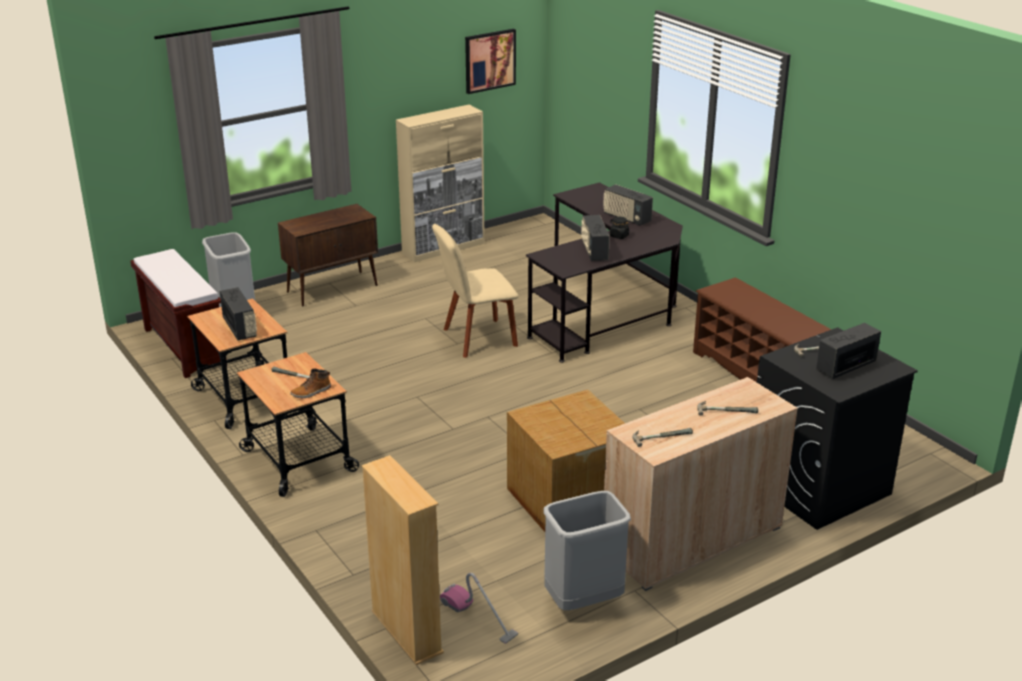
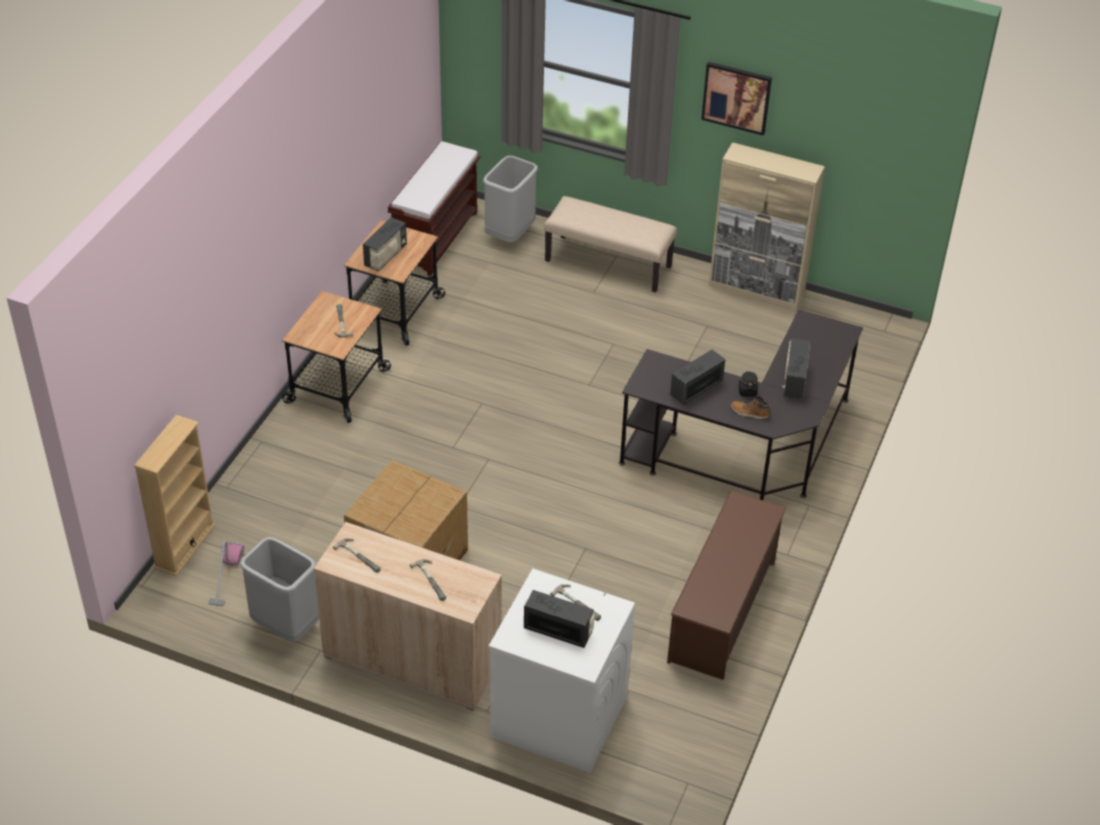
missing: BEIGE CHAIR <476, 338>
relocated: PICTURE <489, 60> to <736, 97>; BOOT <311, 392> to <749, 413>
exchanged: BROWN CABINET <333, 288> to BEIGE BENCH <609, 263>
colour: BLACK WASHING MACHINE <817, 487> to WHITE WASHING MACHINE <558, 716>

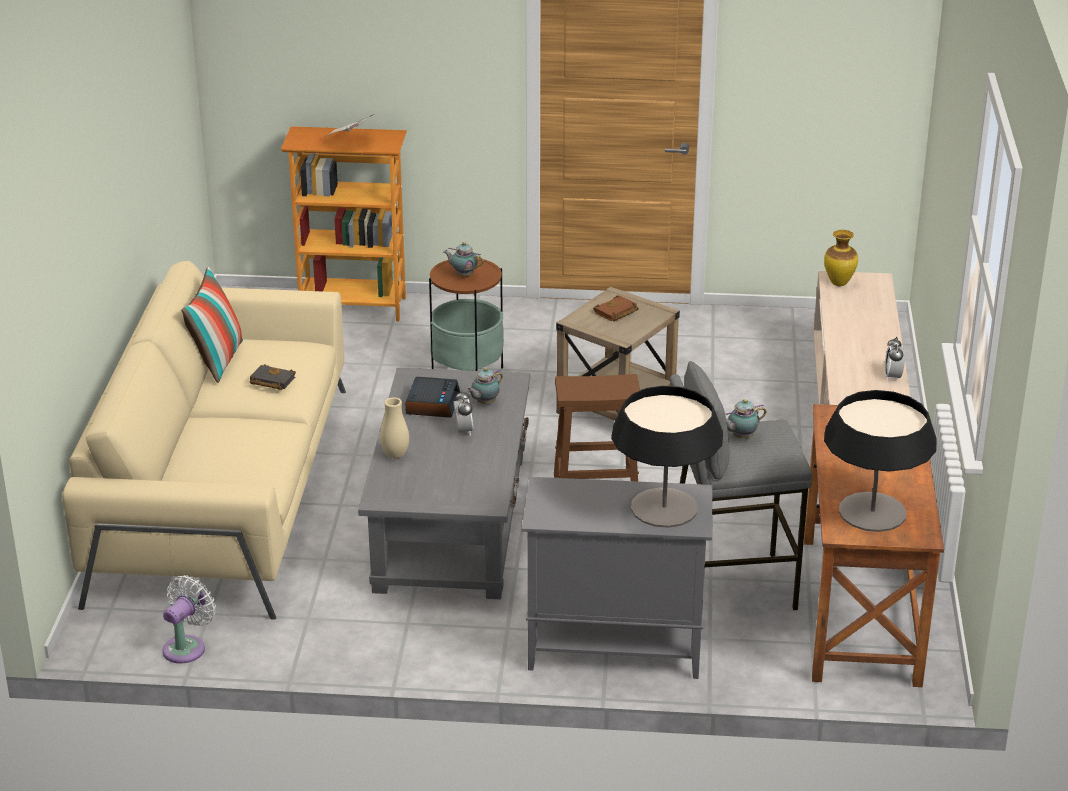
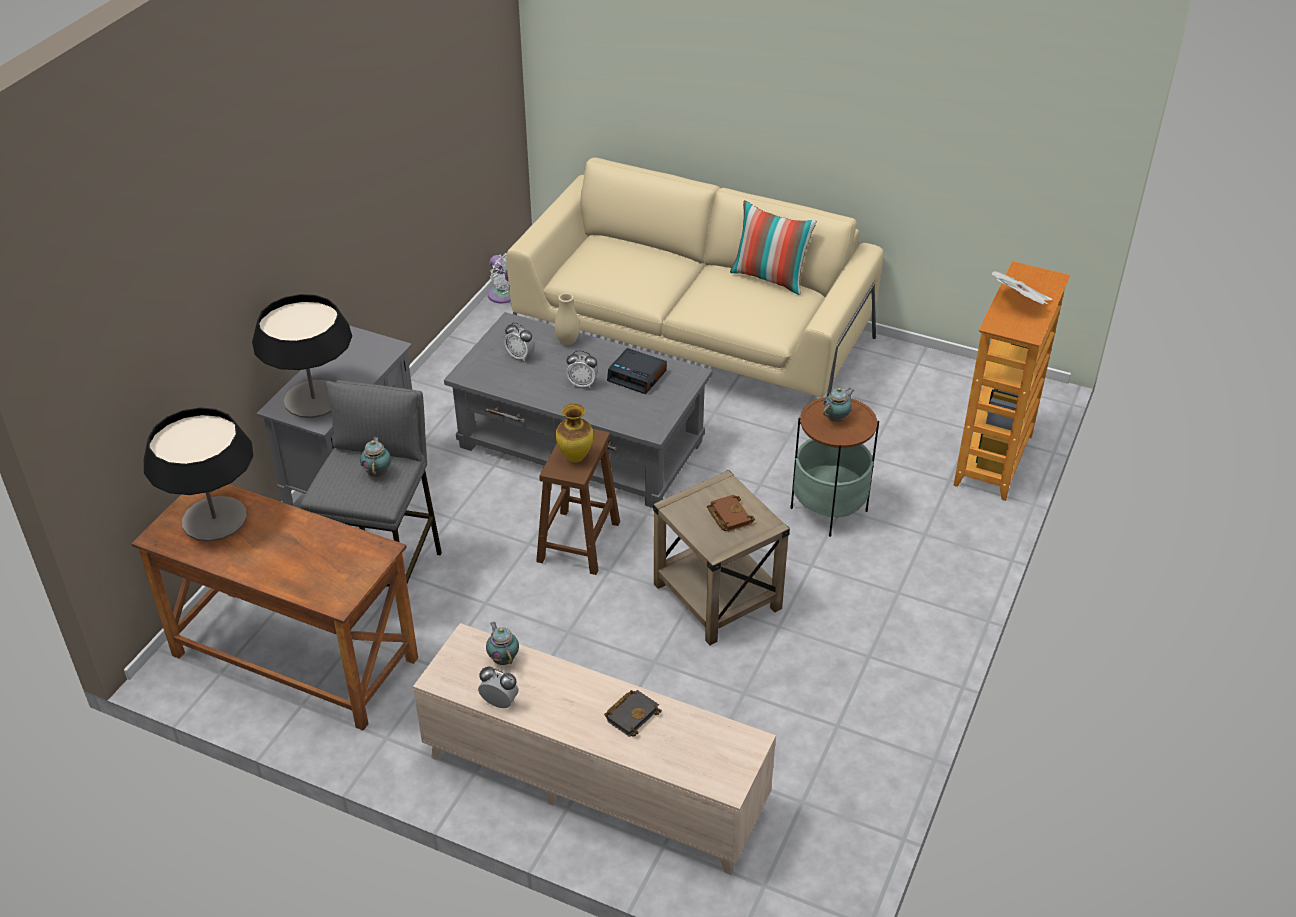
appeared: ALARM CLOCK <520, 356>
relocated: VASE <839, 283> to <576, 458>; BLACK BOOK <271, 381> to <632, 714>; TEAPOT <484, 403> to <503, 658>

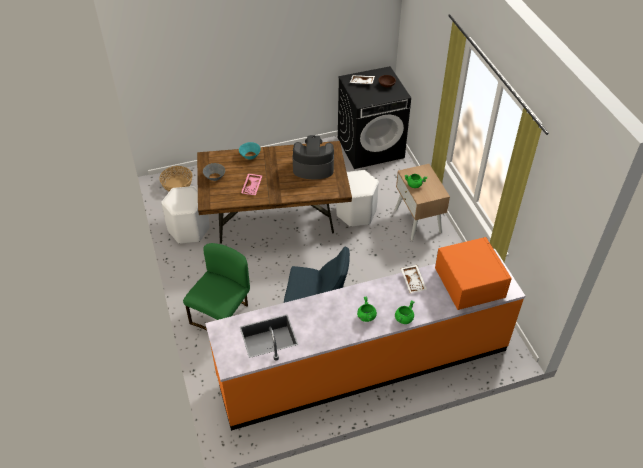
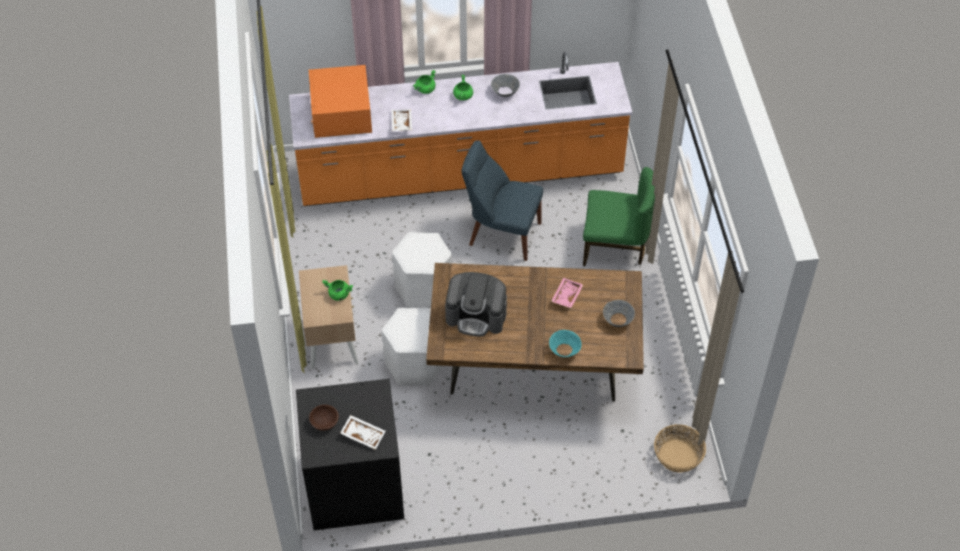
appeared: GREY BOWL <505, 92>
relocated: WHITE STOOL <188, 230> to <423, 288>
spun: GREEN CHAIR <222, 316> = <614, 247> 120 degrees counterclockwise

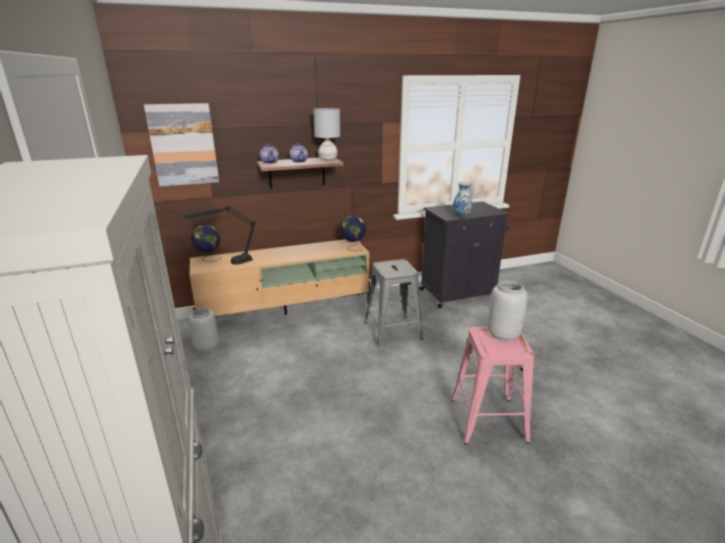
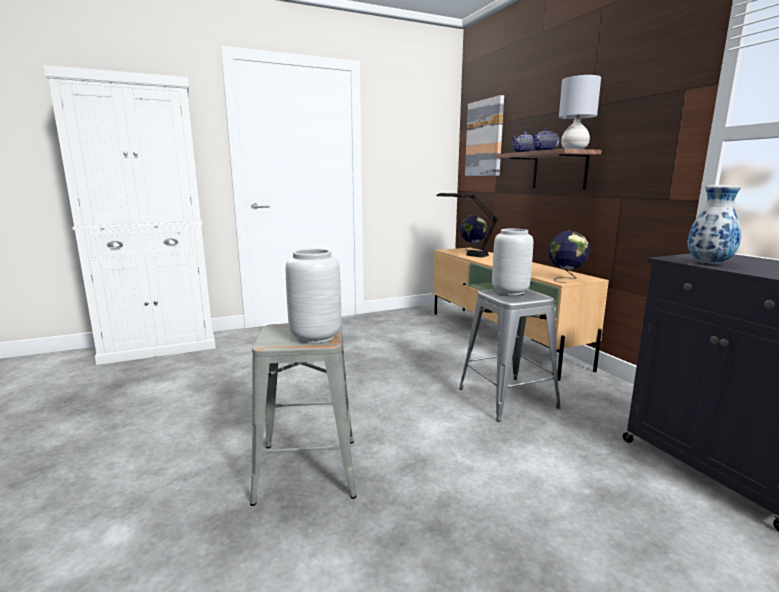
relocated: GREY VASE <206, 346> to <510, 292>
colour: PINK STOOL <487, 420> to GREY STOOL <307, 468>

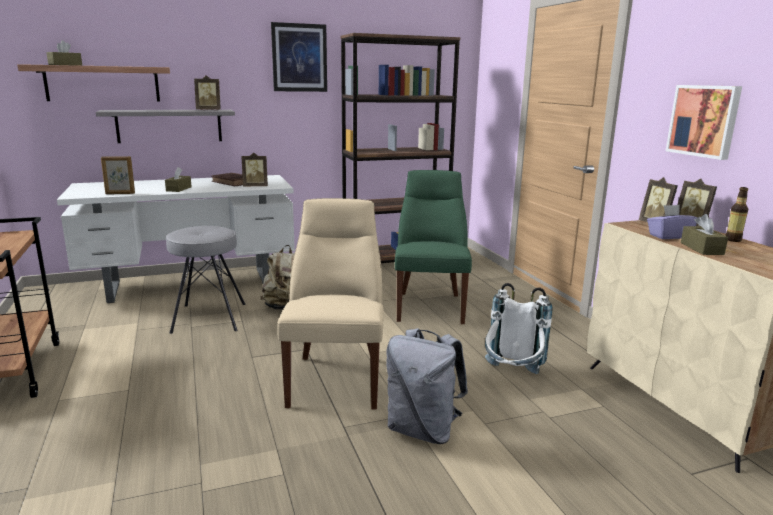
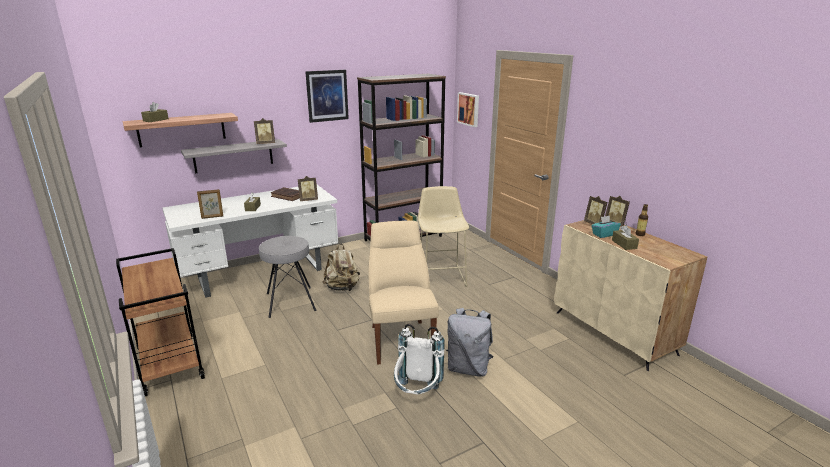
relocated: PICTURE <704, 121> to <469, 109>; WHITE BACKPACK <512, 377> to <417, 395>
exchanged: GREEN CHAIR <430, 306> to BEIGE STOOL <441, 275>
colour: PURPLE TISSUE BOX <669, 236> to TURQUOISE TISSUE BOX <604, 234>

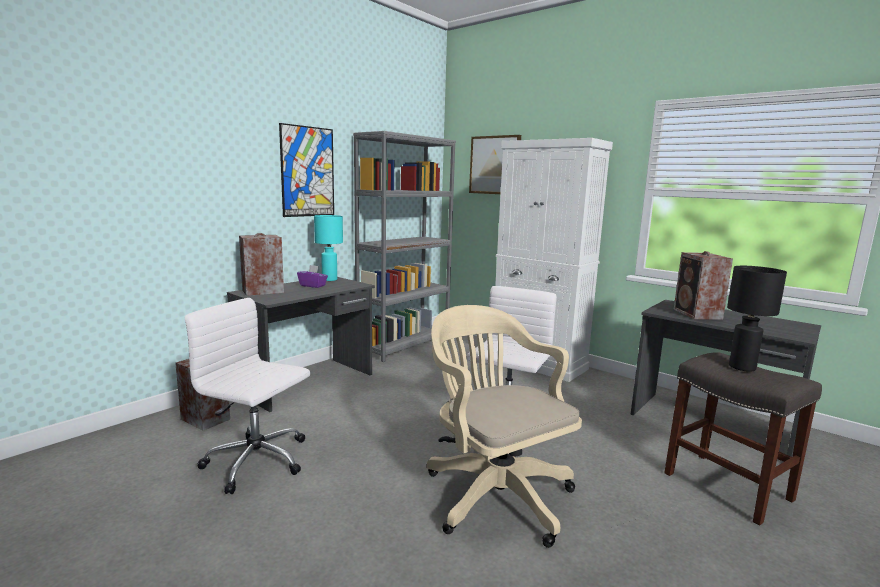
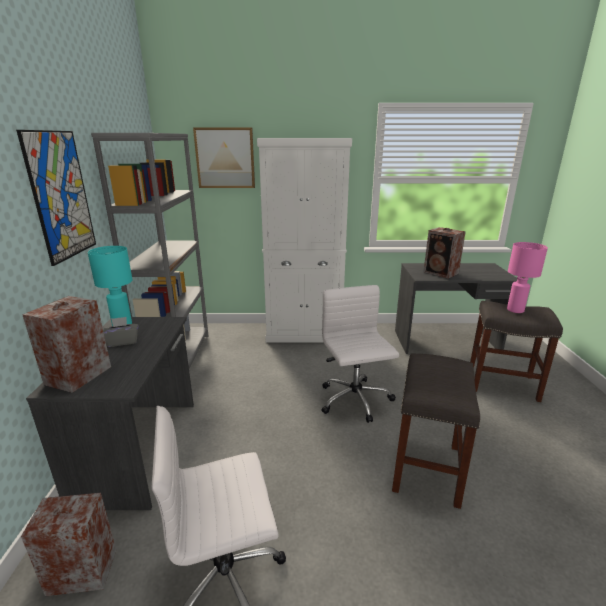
exchanged: BEIGE OFFICE CHAIR <493, 492> to GREY STOOL <426, 467>
colour: PURPLE TISSUE BOX <313, 285> to GREY TISSUE BOX <123, 341>; BLACK TABLE LAMP <741, 367> to PINK TABLE LAMP <514, 310>

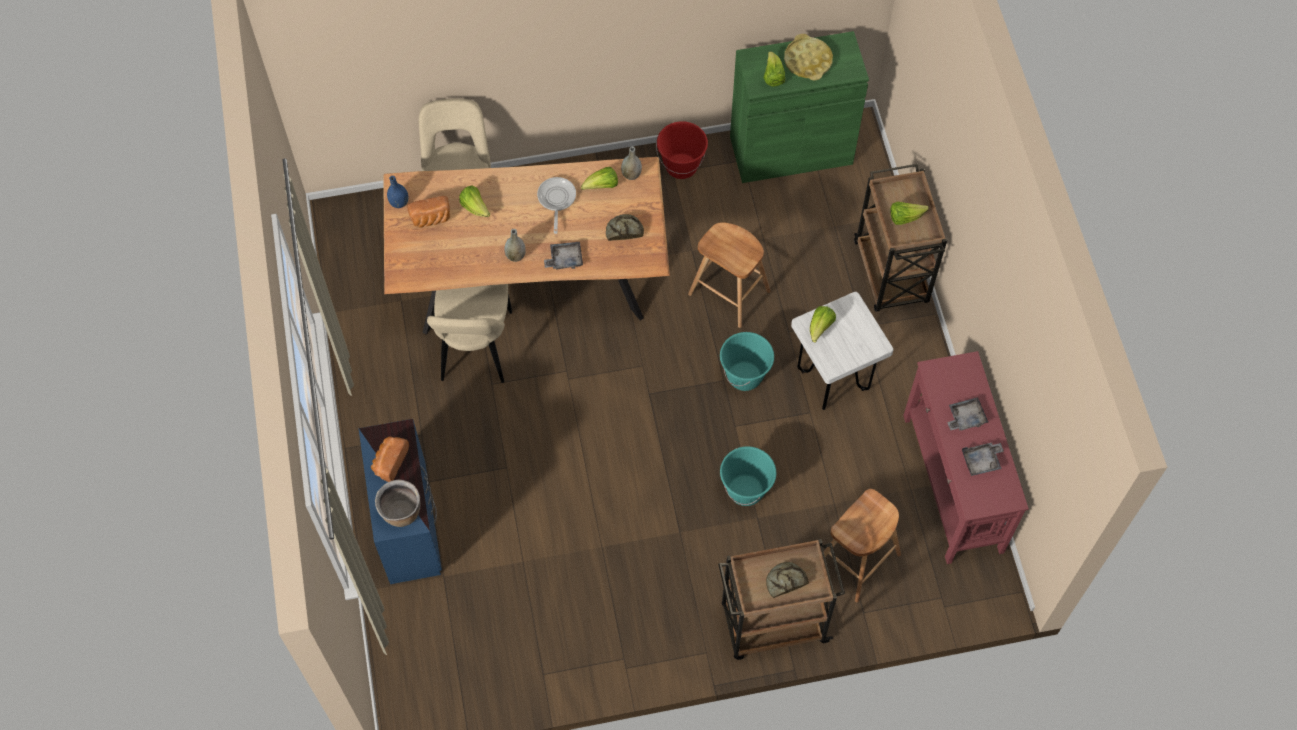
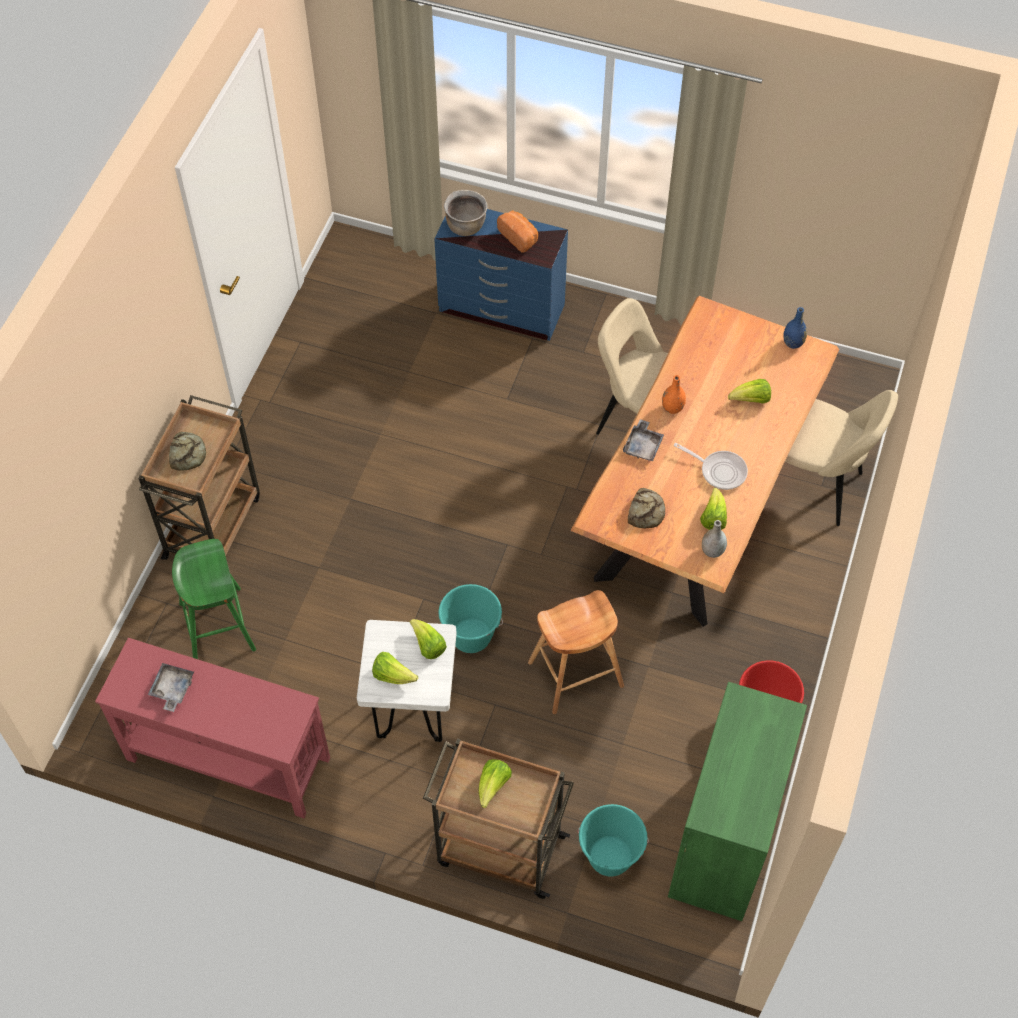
missing: YELLOW TRAY <808, 61>; BREAD <431, 219>; GREY TRAY <965, 418>
relocated: LETTUCE <773, 76> to <393, 675>; TURQUOISE BUCKET <746, 490> to <610, 857>
colour: GREY VASE <515, 256> to ORANGE VASE <672, 408>; BROWN STOOL <857, 560> to GREEN STOOL <217, 627>

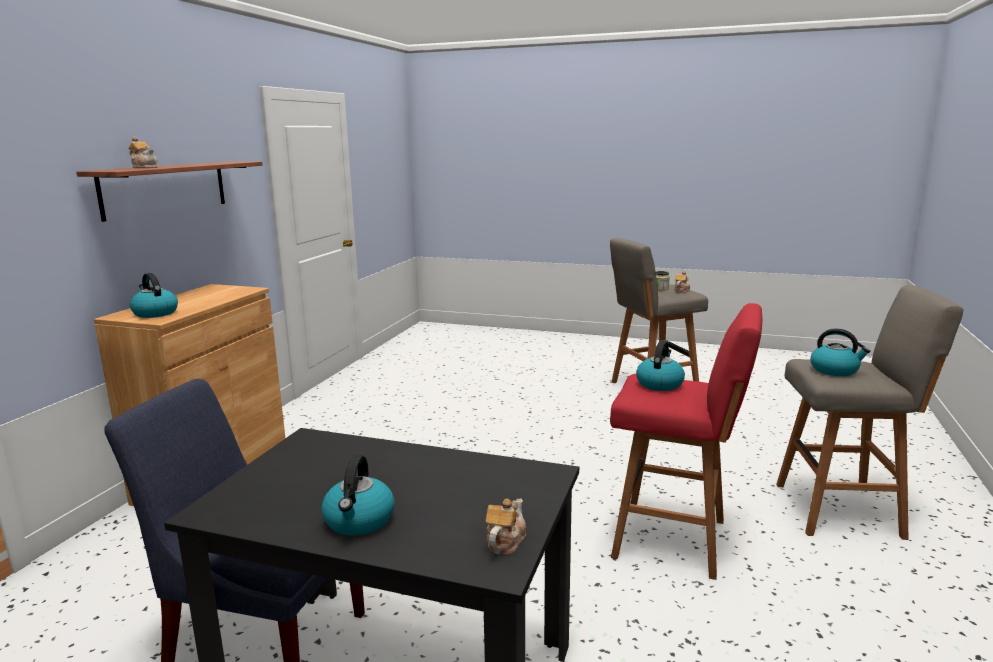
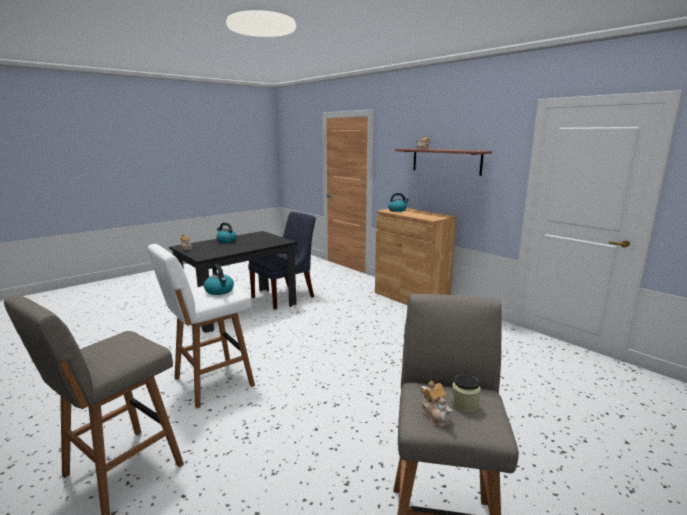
missing: KETTLE <835, 370>
colour: RED STOOL <675, 540> to WHITE STOOL <211, 383>

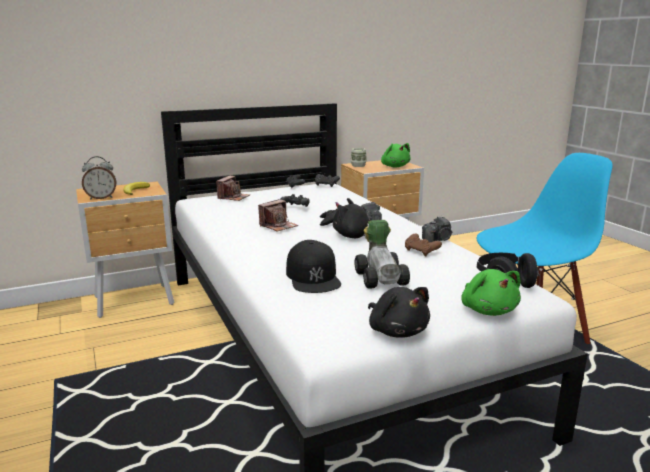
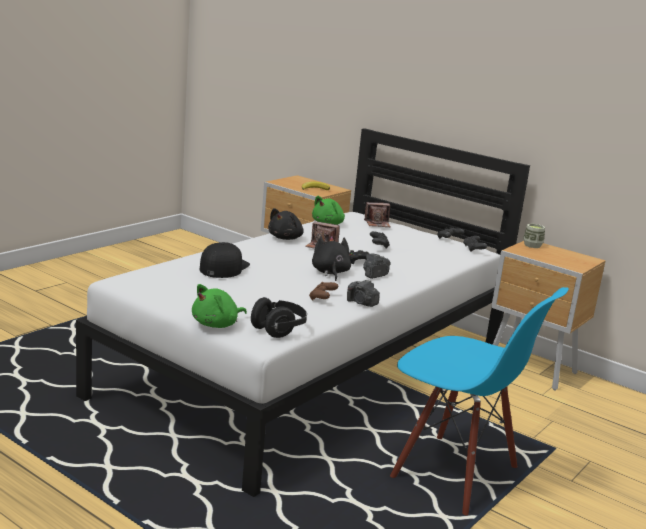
missing: ALARM CLOCK <101, 198>; TOY CAR <381, 277>
relocated: GREEN PLUSH TOY <394, 166> to <328, 224>; BLACK PLUSH TOY <397, 331> to <286, 238>
spun: BLACK CAP <313, 276> = <224, 267> 150 degrees clockwise

